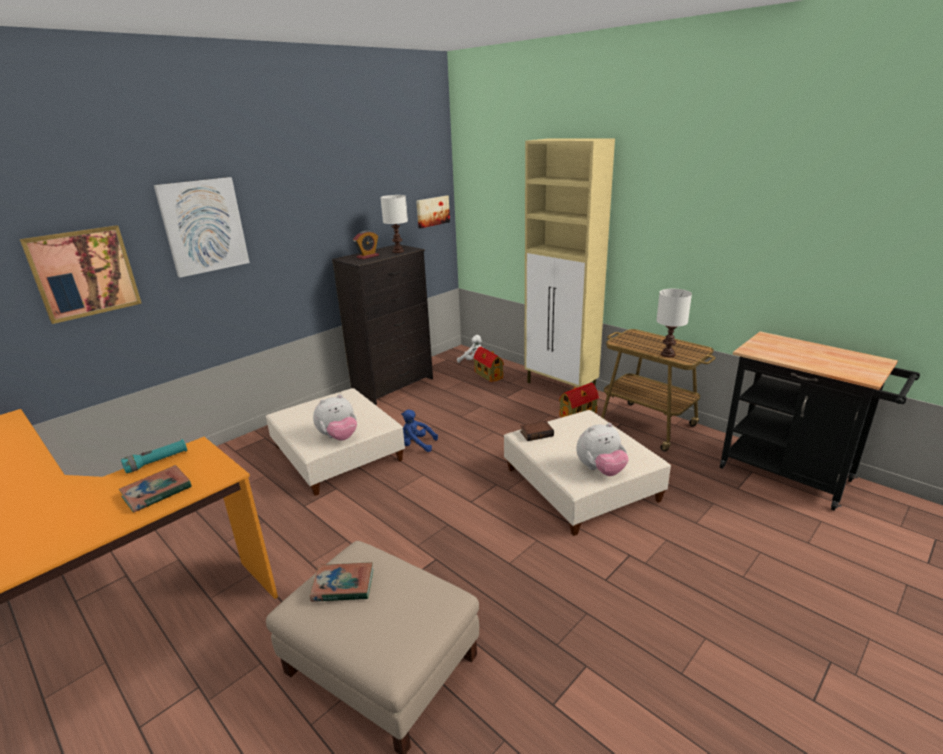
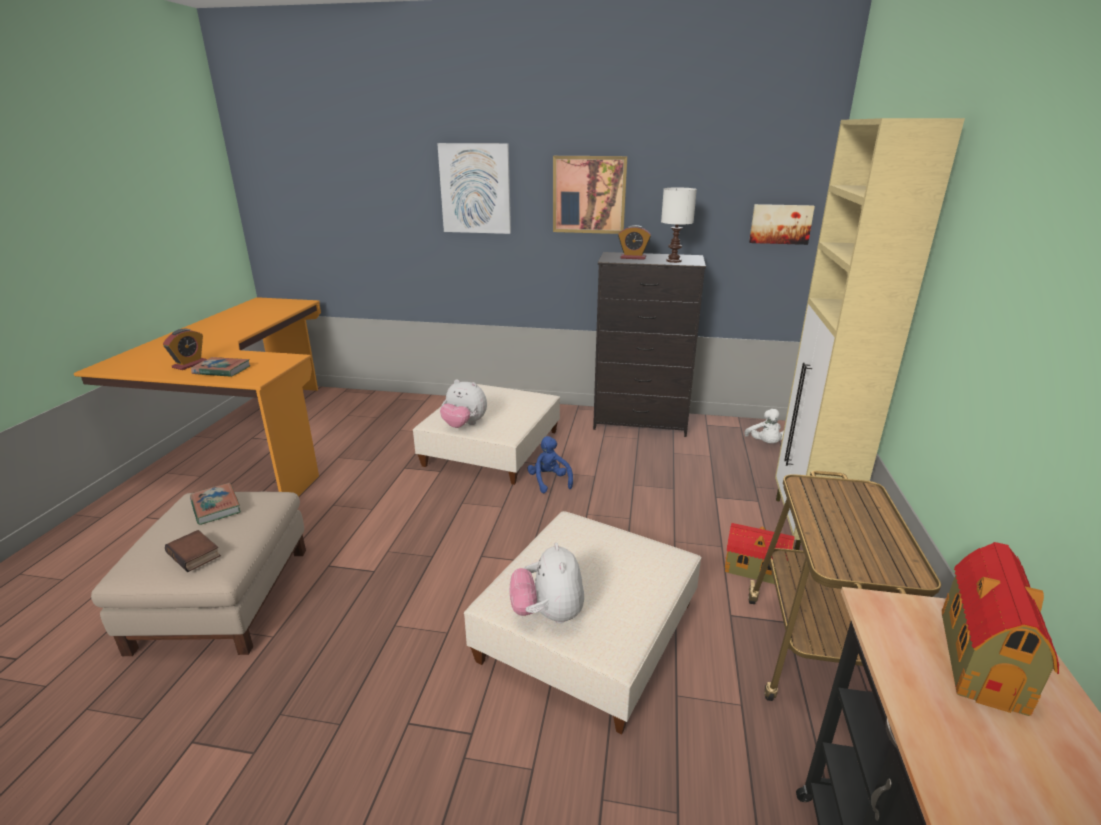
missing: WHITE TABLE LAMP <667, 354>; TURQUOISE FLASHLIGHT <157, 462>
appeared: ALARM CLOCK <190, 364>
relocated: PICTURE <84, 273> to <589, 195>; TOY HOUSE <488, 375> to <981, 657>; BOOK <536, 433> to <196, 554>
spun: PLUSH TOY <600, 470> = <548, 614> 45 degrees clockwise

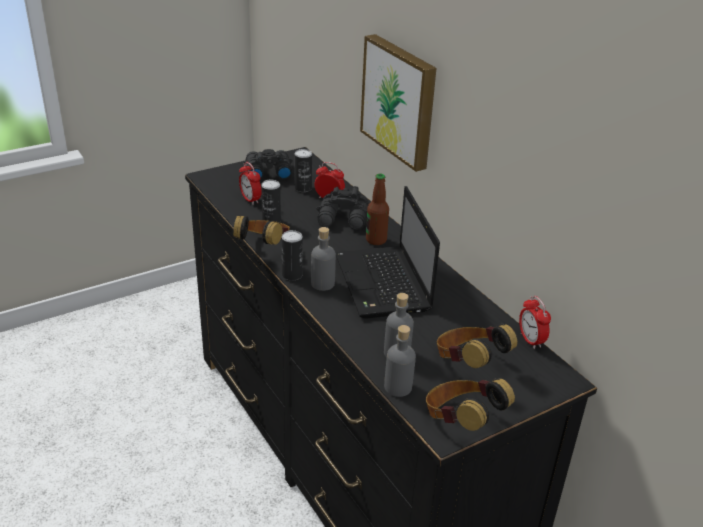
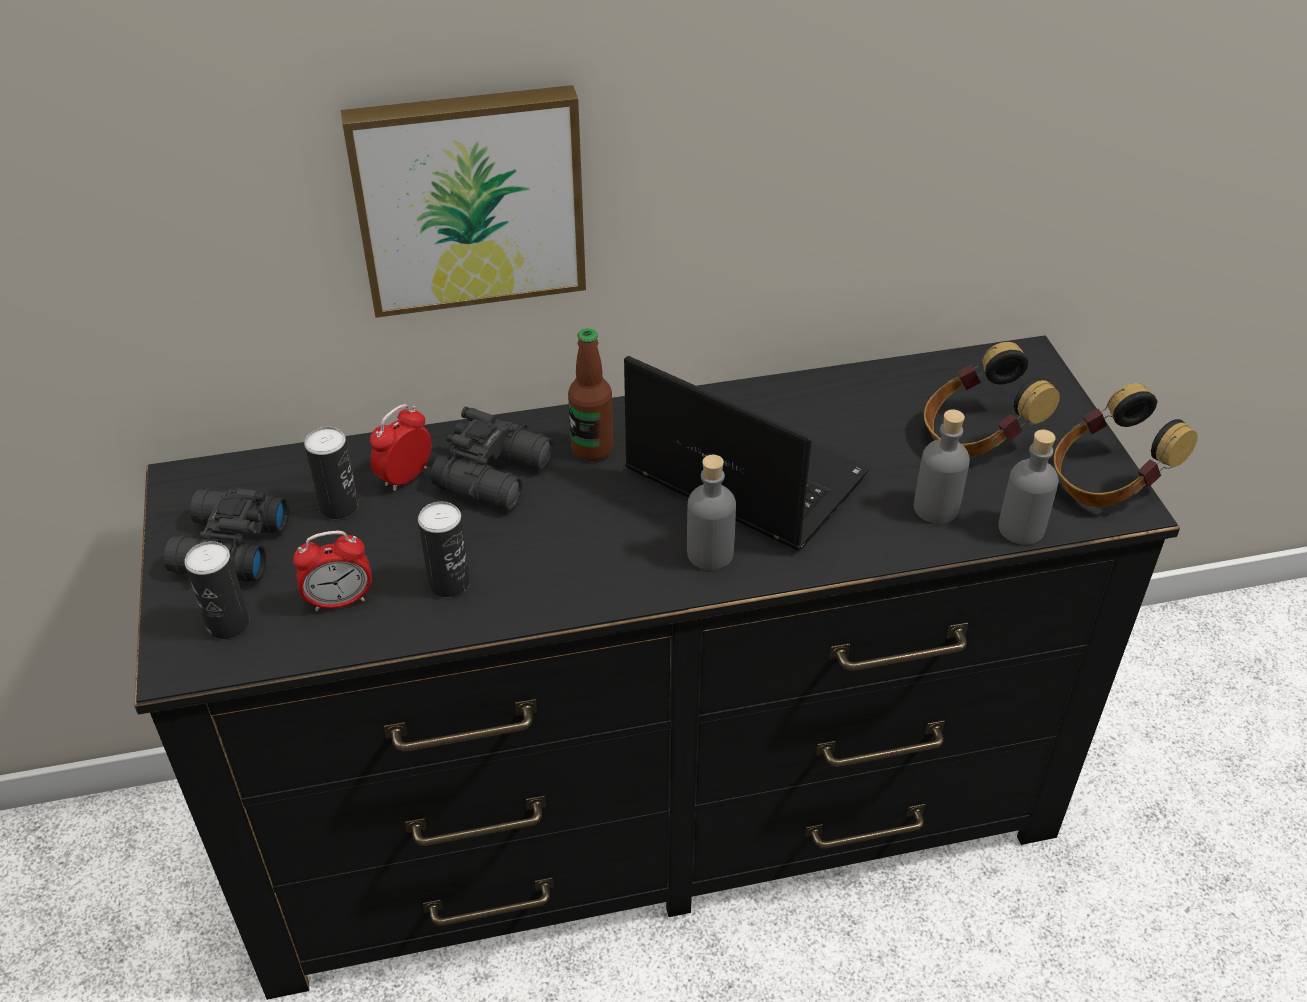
missing: HEADPHONES <264, 248>; ALARM CLOCK <530, 340>
relocated: CAN <292, 275> to <228, 623>
spun: LAPTOP <384, 284> = <739, 475> 150 degrees counterclockwise

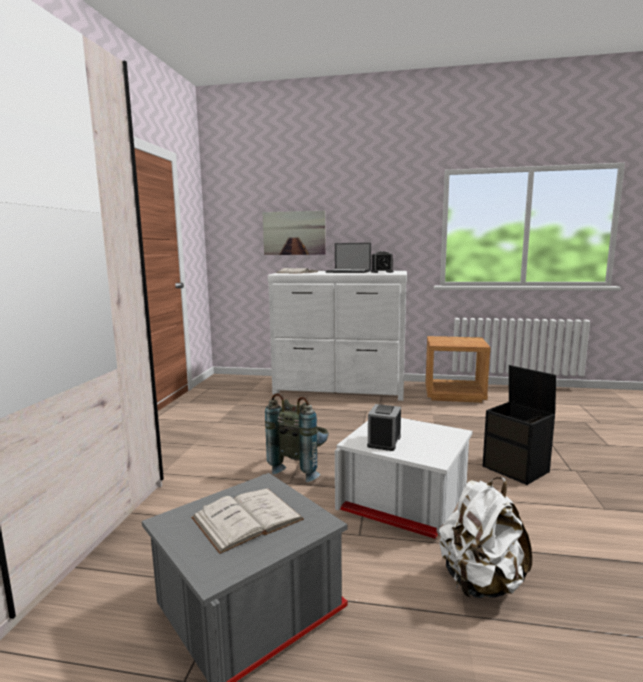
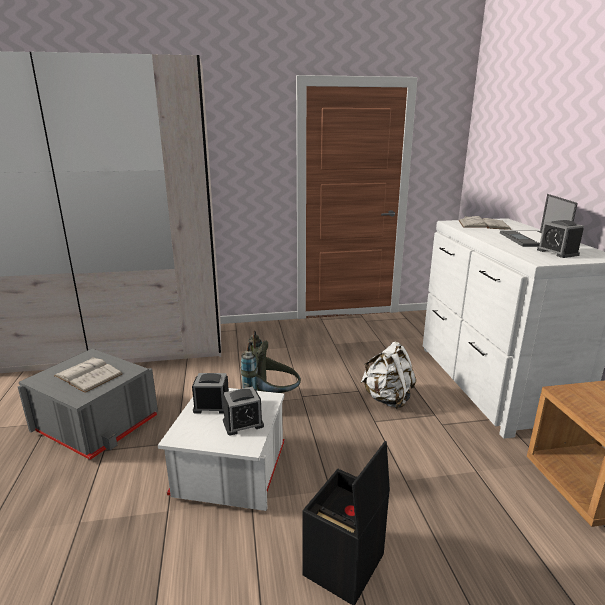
missing: PICTURE <294, 233>
appeared: ALARM CLOCK <243, 424>
relocated: WHITE BACKPACK <481, 583> to <387, 399>

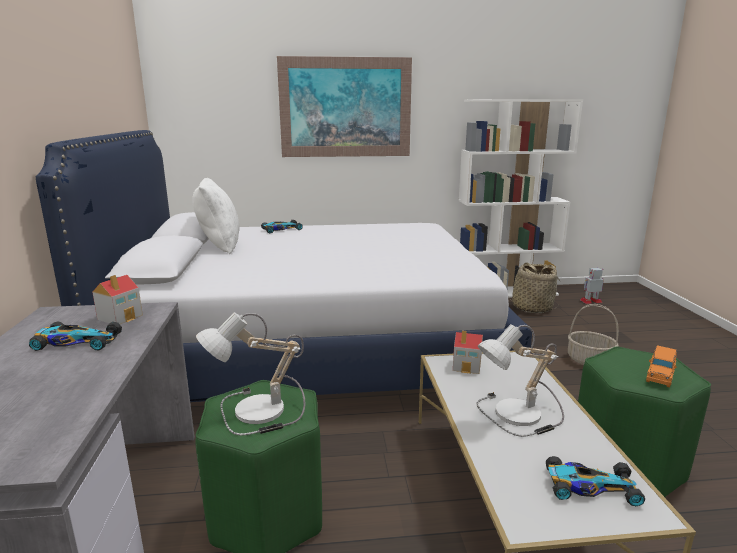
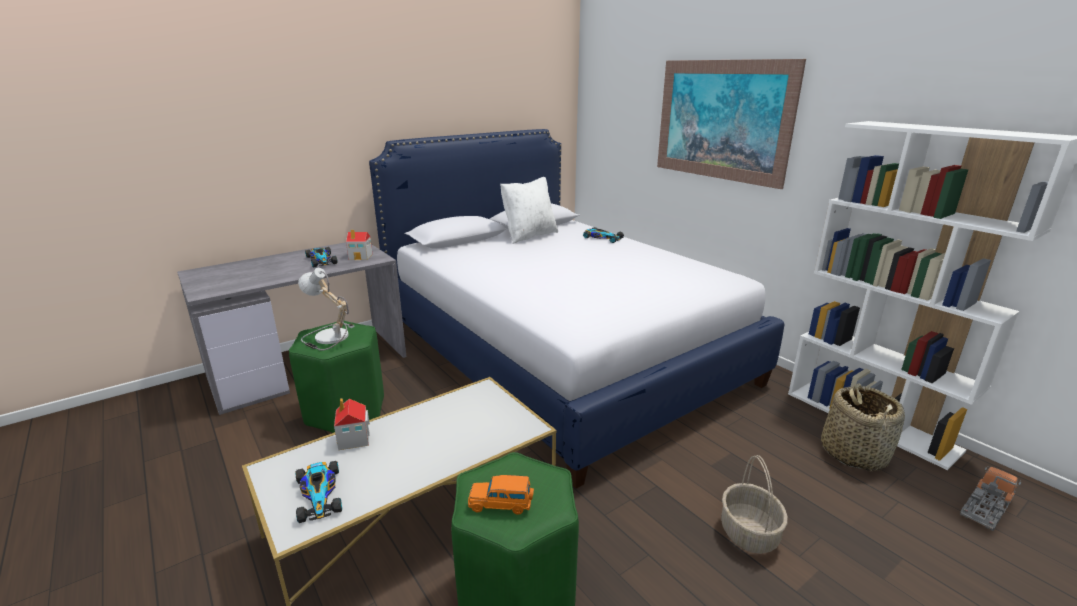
missing: TABLE LAMP <518, 416>
relocated: TOY HOUSE <467, 366> to <354, 439>
exchanged: TOY ROBOT <591, 301> to TOY TRUCK <985, 508>

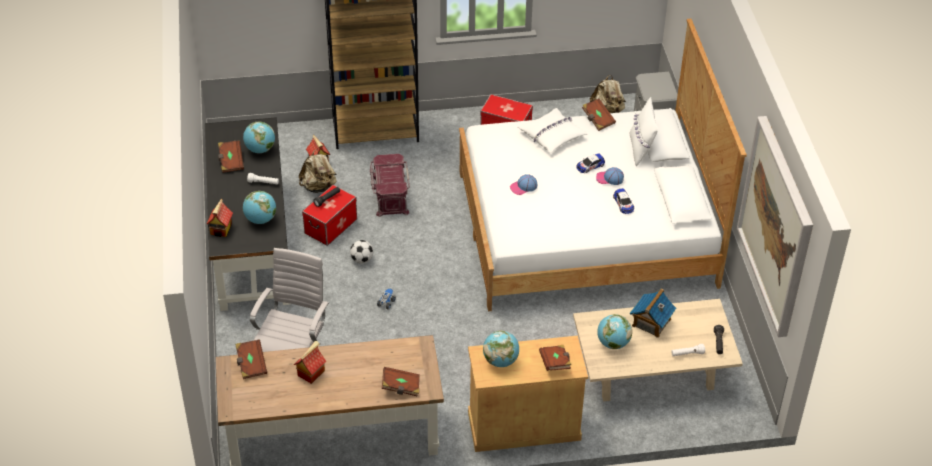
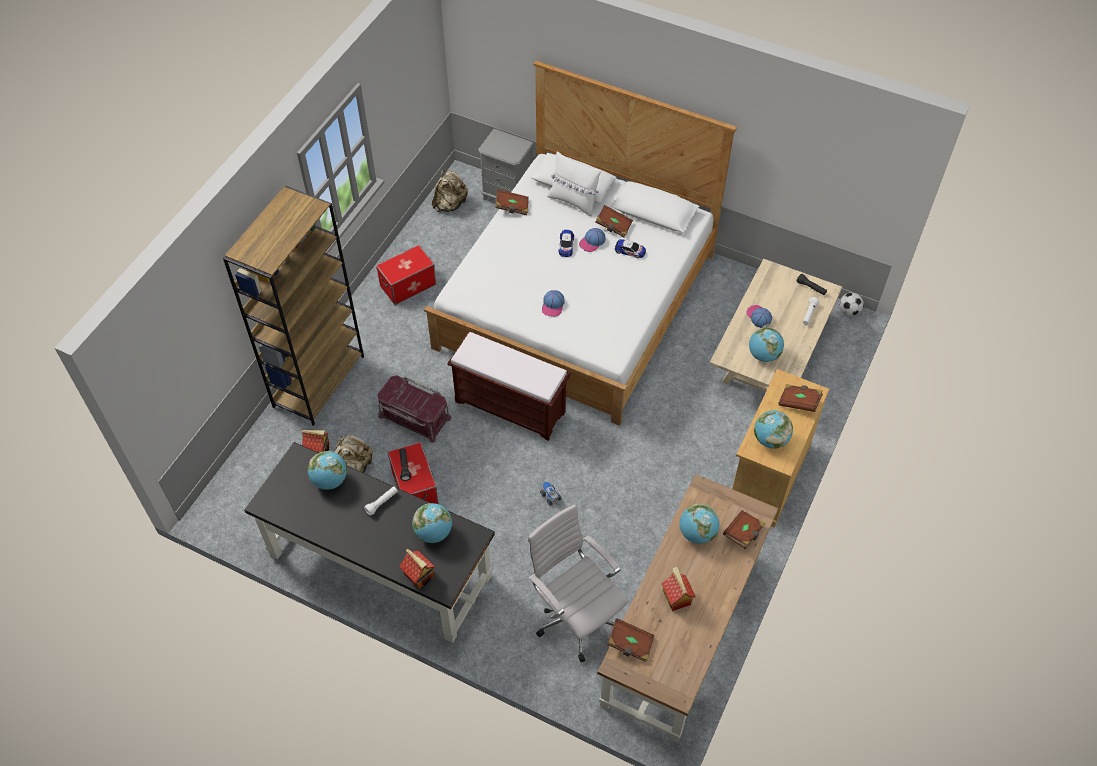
missing: WHITE PILLOW <552, 135>; PICTURE <776, 226>
appeared: BROWN BENCH <511, 407>; GLOBE <697, 533>
relocated: BROWN BOOK <230, 161> to <613, 226>; FOOTBALL <362, 259> to <849, 311>
exchanged: TOY HOUSE <651, 323> to CAP <758, 317>

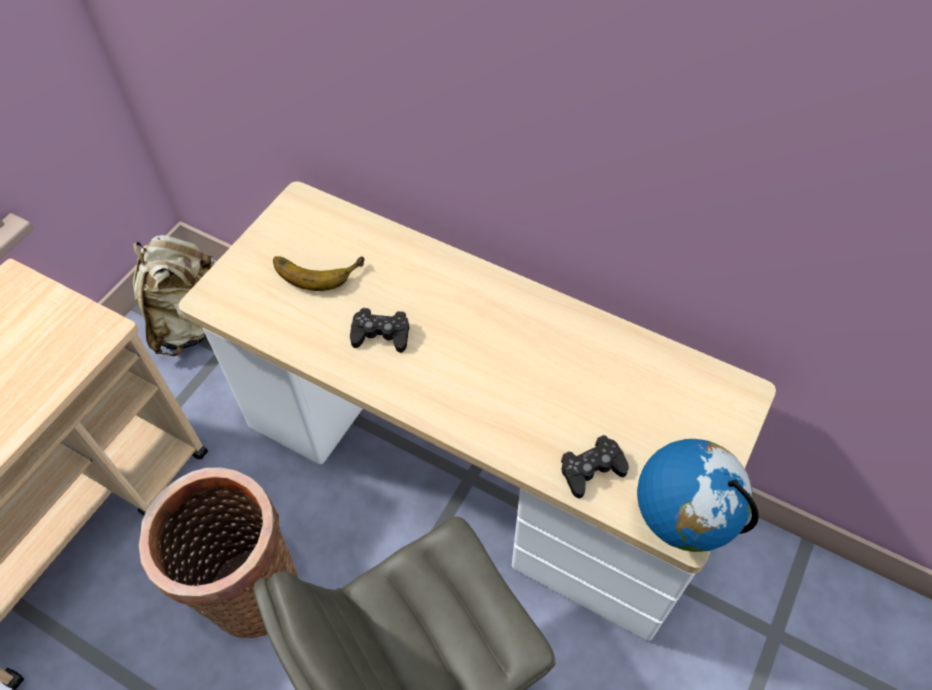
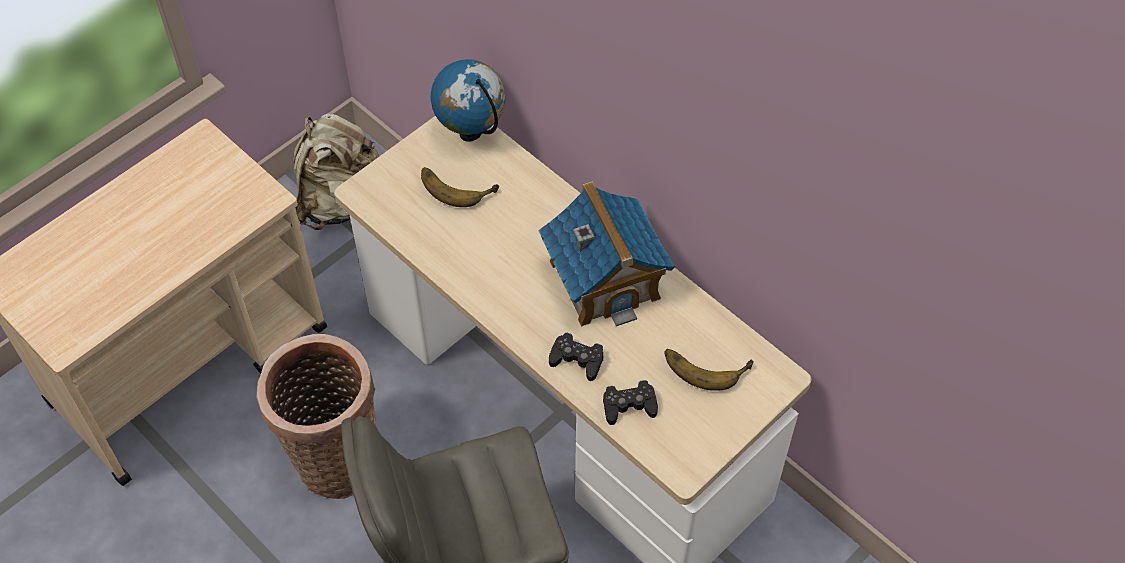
appeared: TOY HOUSE <605, 279>; BANANA <706, 364>
relocated: BLACK GAME CONTROLLER <381, 334> to <577, 360>; GLOBE <677, 525> to <471, 132>

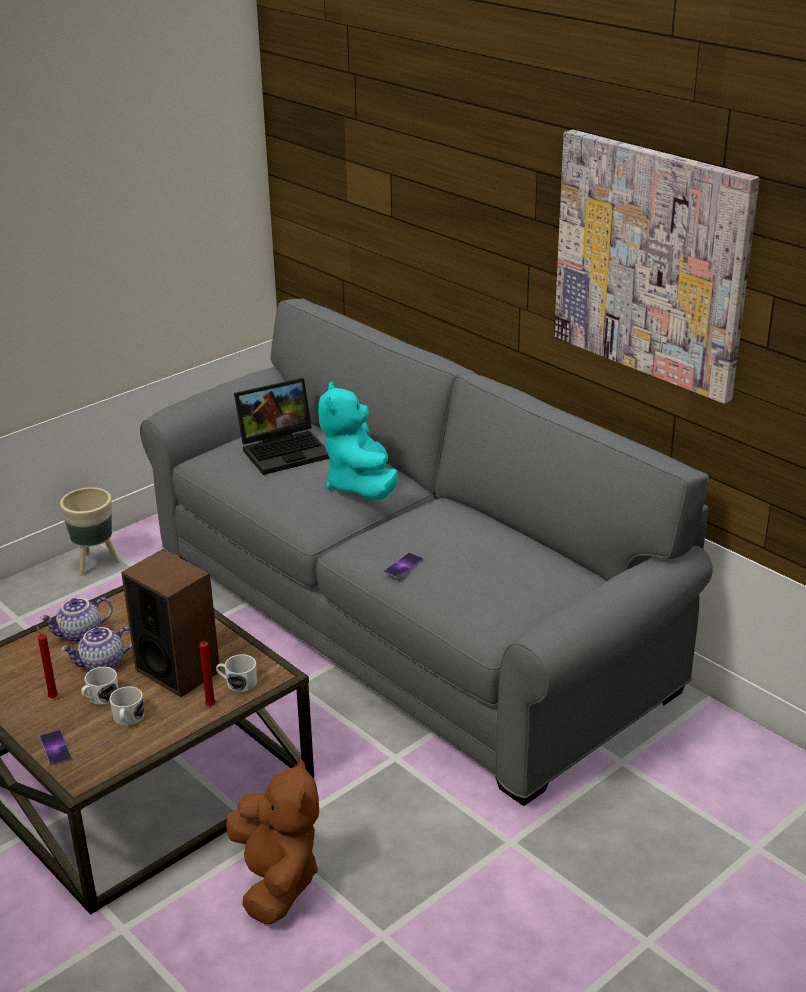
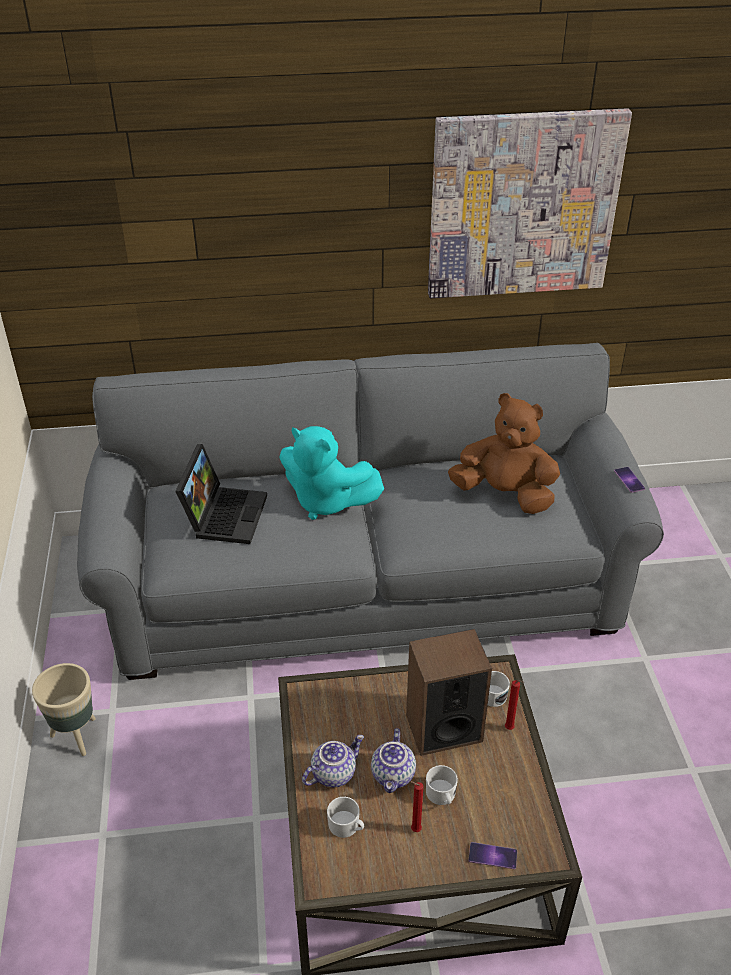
relocated: PHONE <403, 565> to <629, 480>; WHITE MUG <128, 719> to <347, 826>; BROWN PLUSH TOY <276, 881> to <504, 494>
spun: TEAPOT <80, 635> = <333, 773> 135 degrees counterclockwise

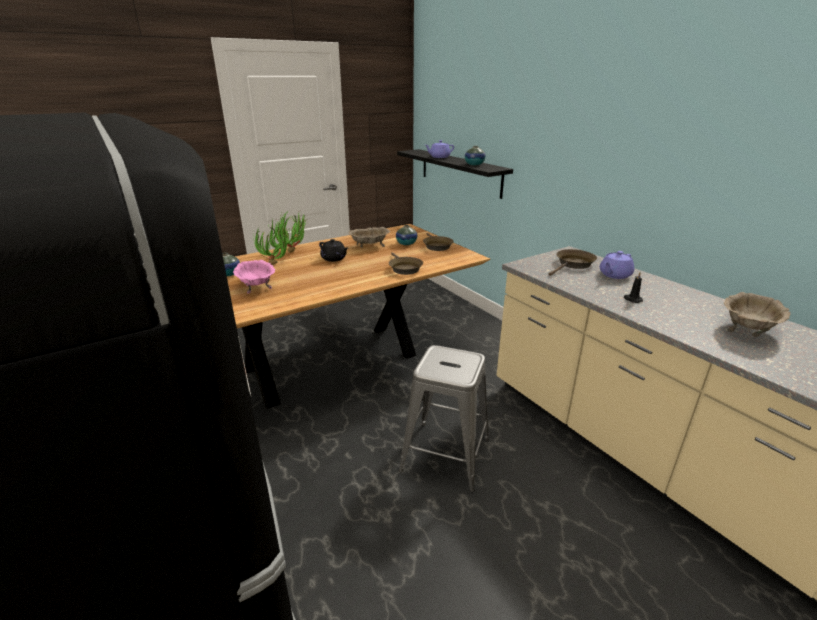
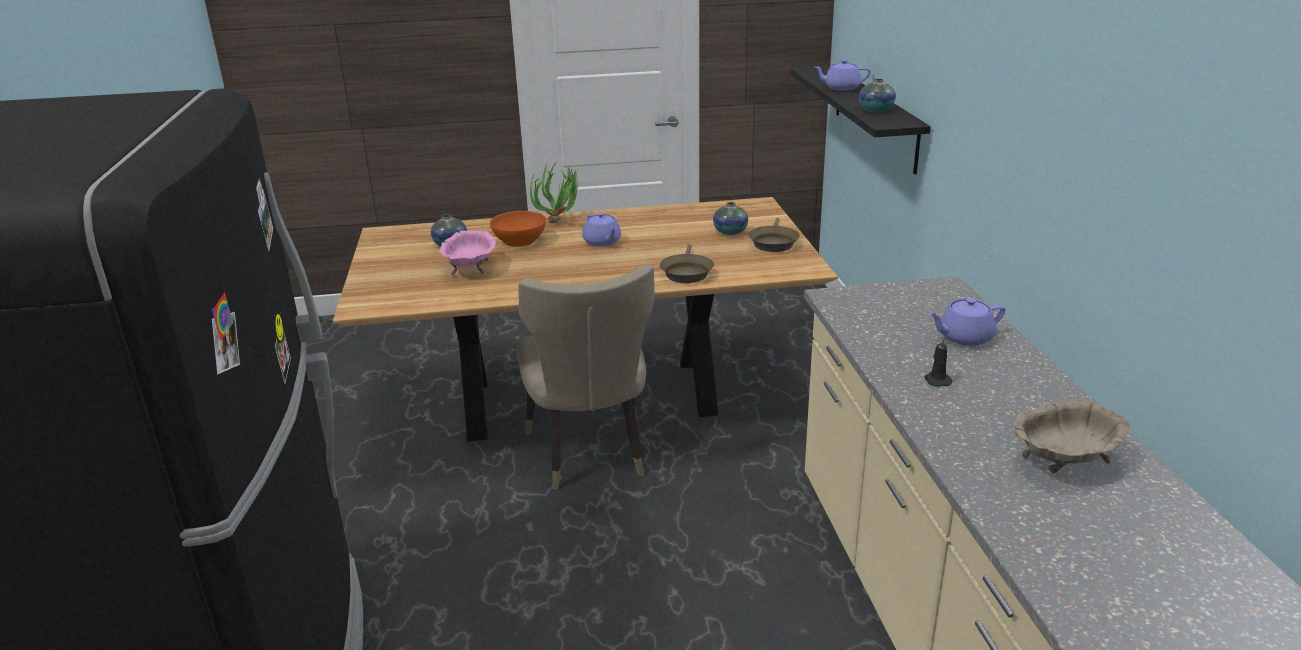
missing: BEIGE BOWL <369, 246>; BROWN FRYING PAN <573, 264>; GREY STOOL <445, 455>
appeared: BEIGE CHAIR <590, 455>
exchanged: POTTED PLANT <277, 265> to ORANGE BOWL <519, 241>
colour: BLACK TEAPOT <334, 259> to PURPLE TEAPOT <602, 242>

